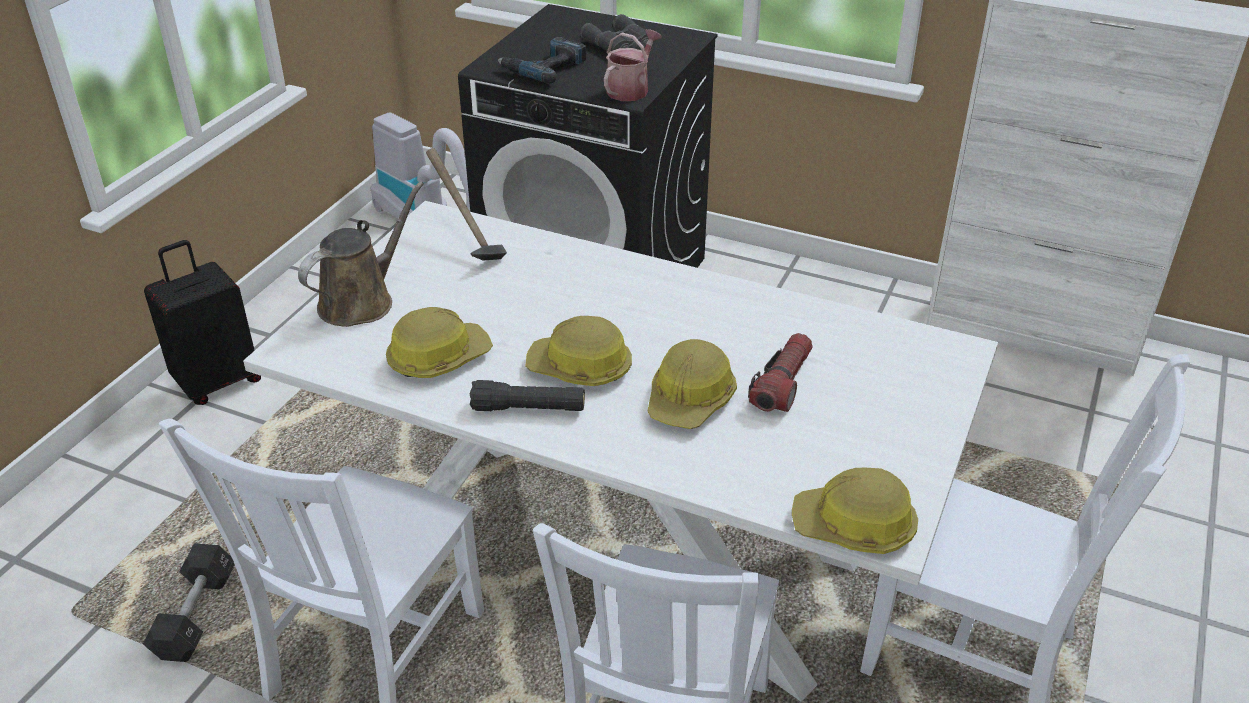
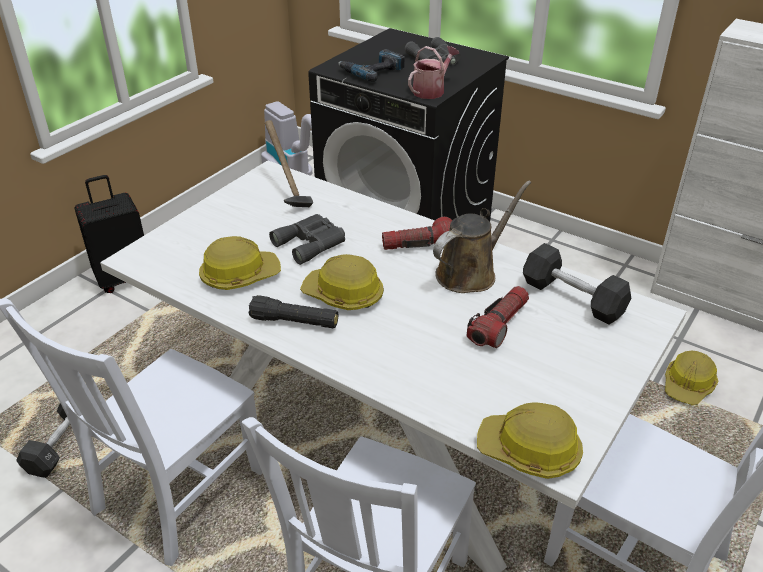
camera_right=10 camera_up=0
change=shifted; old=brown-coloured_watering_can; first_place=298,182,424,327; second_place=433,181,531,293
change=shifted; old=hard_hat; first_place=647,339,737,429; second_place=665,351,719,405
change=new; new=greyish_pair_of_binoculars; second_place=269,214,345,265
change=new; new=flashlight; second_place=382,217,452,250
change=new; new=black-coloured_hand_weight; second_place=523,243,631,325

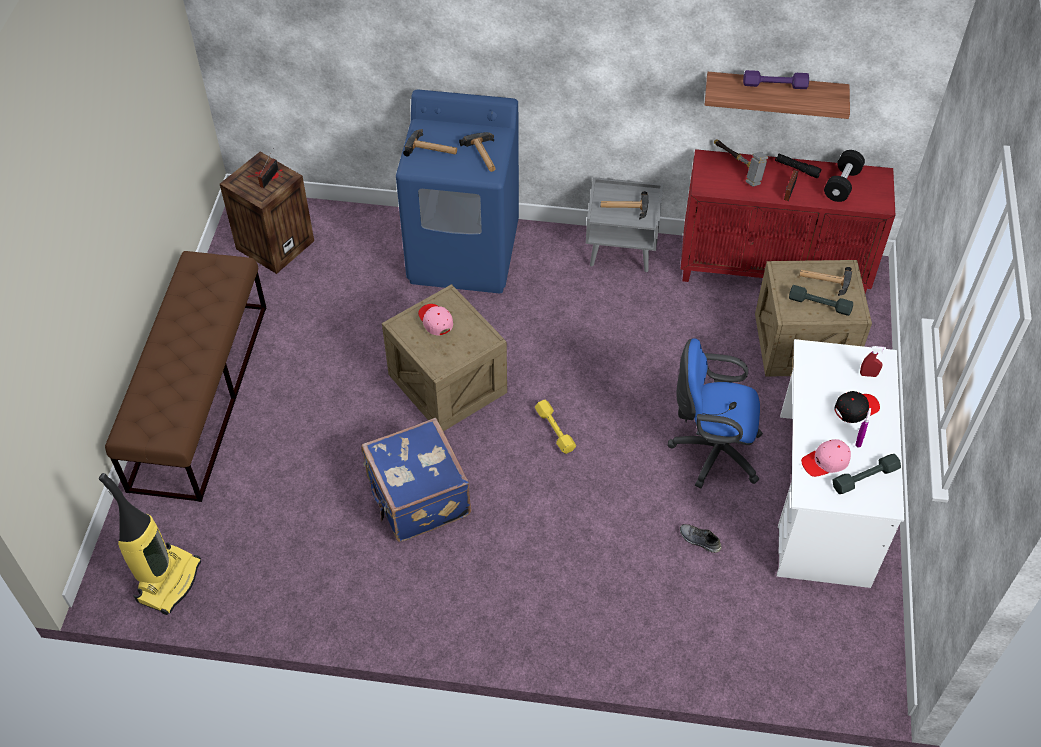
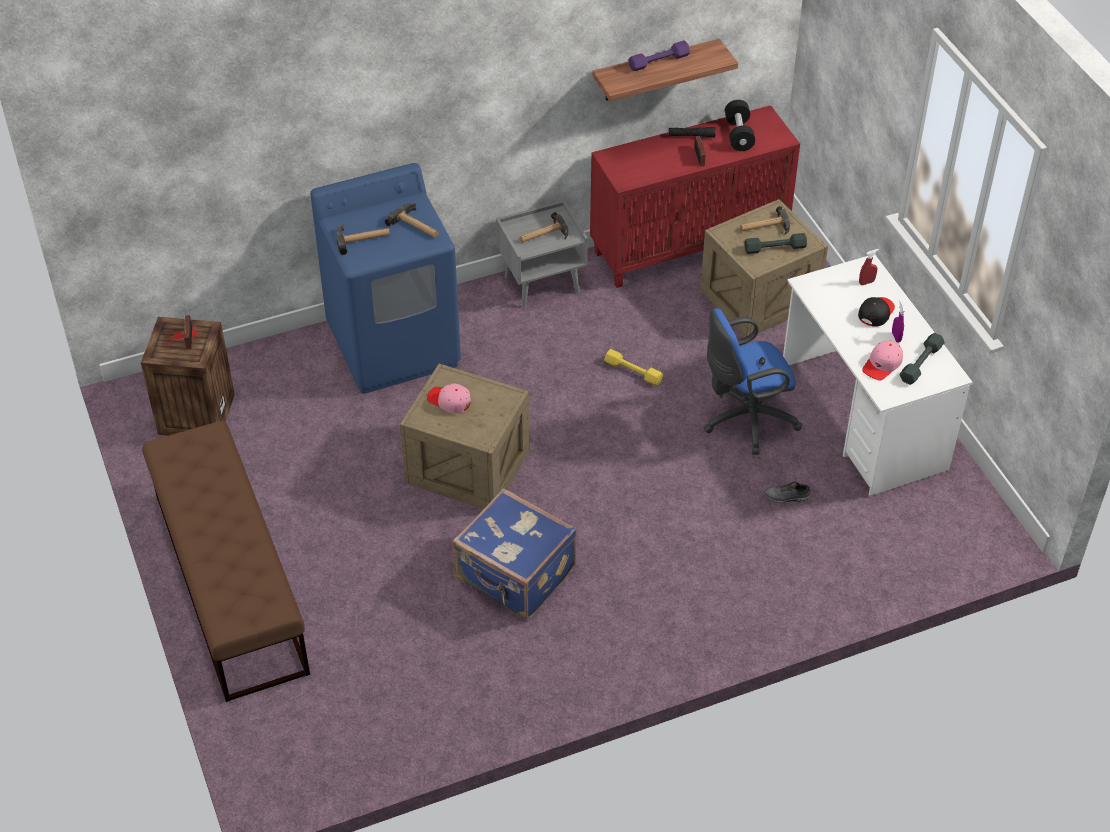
camera_right=-30 camera_up=-5
change=gone; old=hoover; first_place=99,473,201,615
change=shifted; old=yellow_hand_weight; first_place=535,400,576,454; second_place=604,349,663,386
change=gone; old=tool_hammer; first_place=714,139,768,187

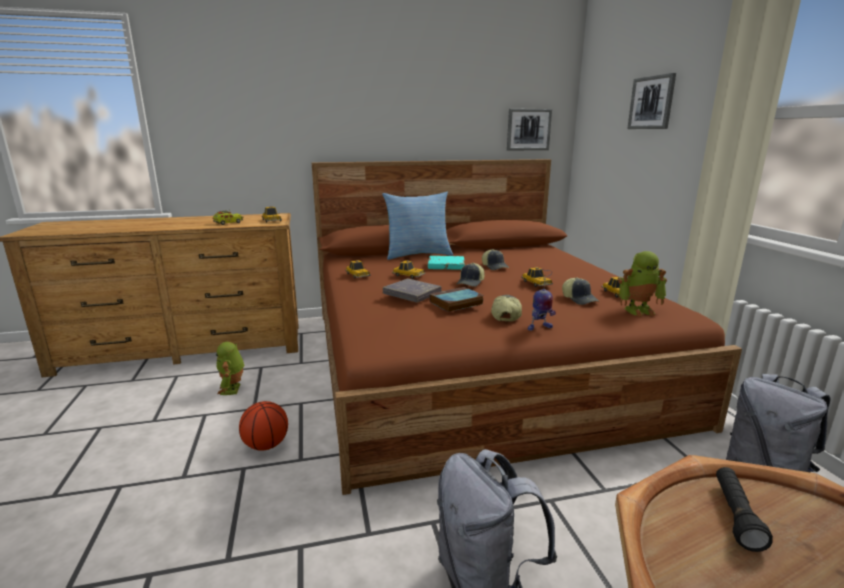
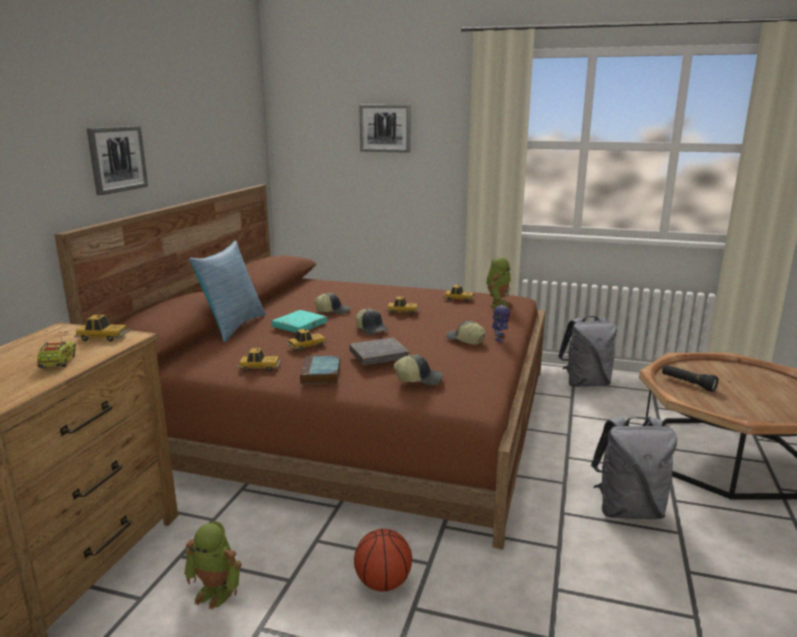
camera_right=-60 camera_up=0
change=shifted; old=book; first_place=430,287,484,312; second_place=300,356,341,384
change=shifted; old=picture; first_place=507,109,552,151; second_place=87,126,148,195
change=shifted; old=peaked_cap; first_place=562,277,599,305; second_place=394,355,444,385

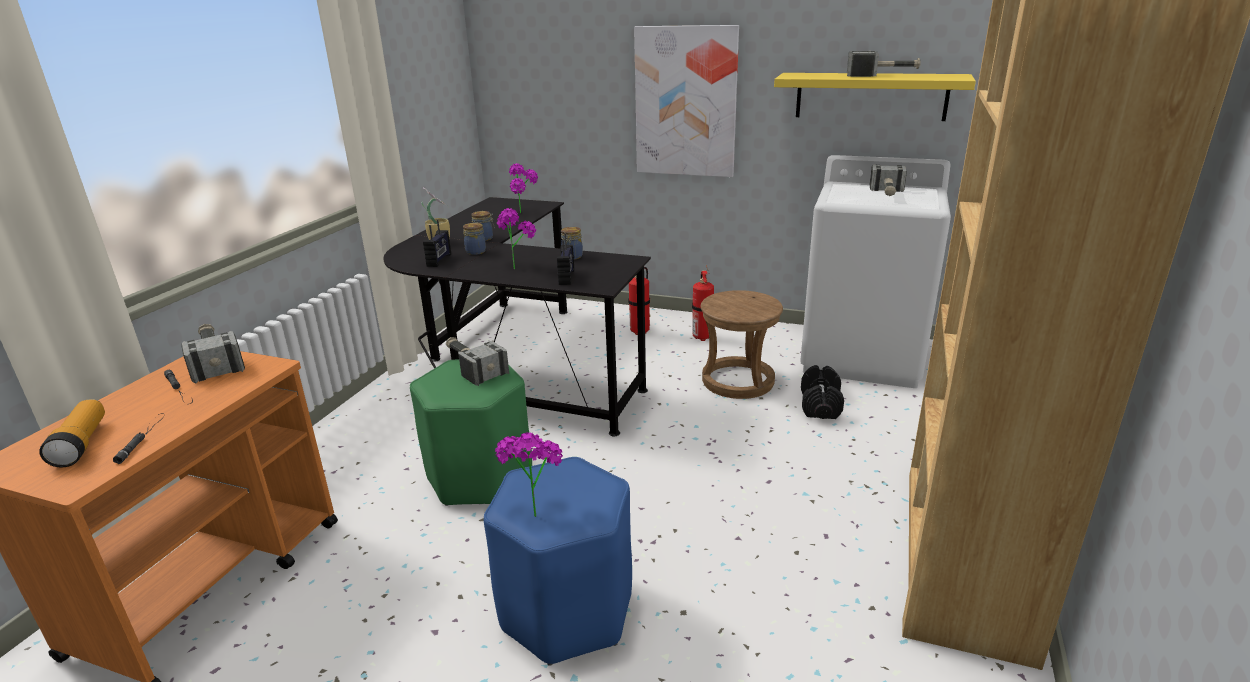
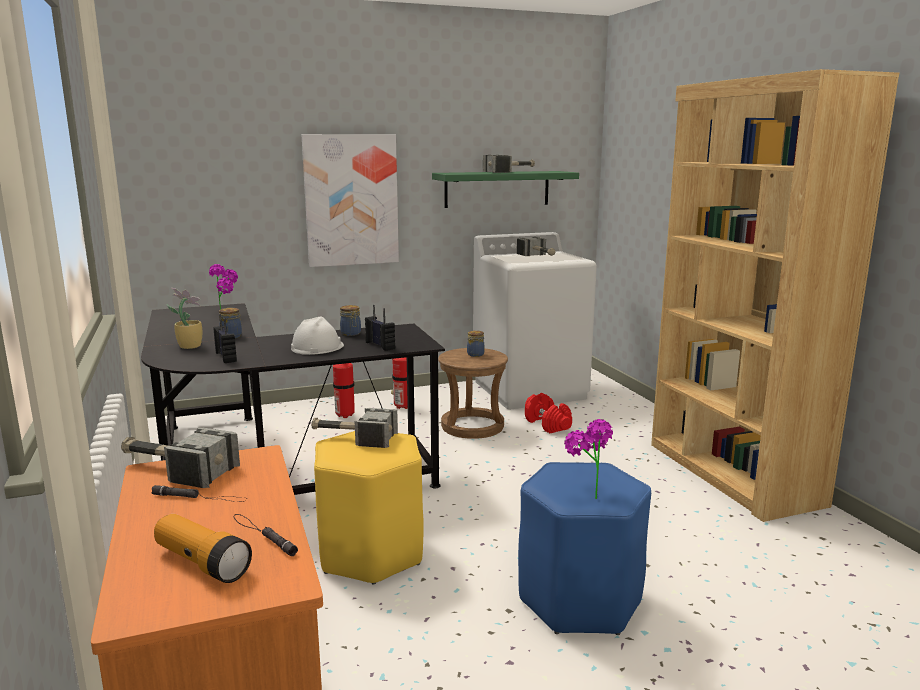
camera_right=-40 camera_up=-10
change=repainted; old=greenish_stool; new=yellow_stool; first_place=410,360,532,506; second_place=314,431,424,584
change=shifted; old=jar; first_place=463,223,486,255; second_place=467,330,485,357
change=swapped; old=potted_plant; new=white-coloured_hard_hat; first_place=497,208,536,269; second_place=291,316,344,355
change=repainted; old=yellow_bracket_shelf; new=greenish_bracket_shelf; first_place=774,73,976,121; second_place=432,171,579,208
change=repainted; old=black-coloured_hand_weight; new=reddish_hand_weight; first_place=801,365,844,419; second_place=525,393,572,433

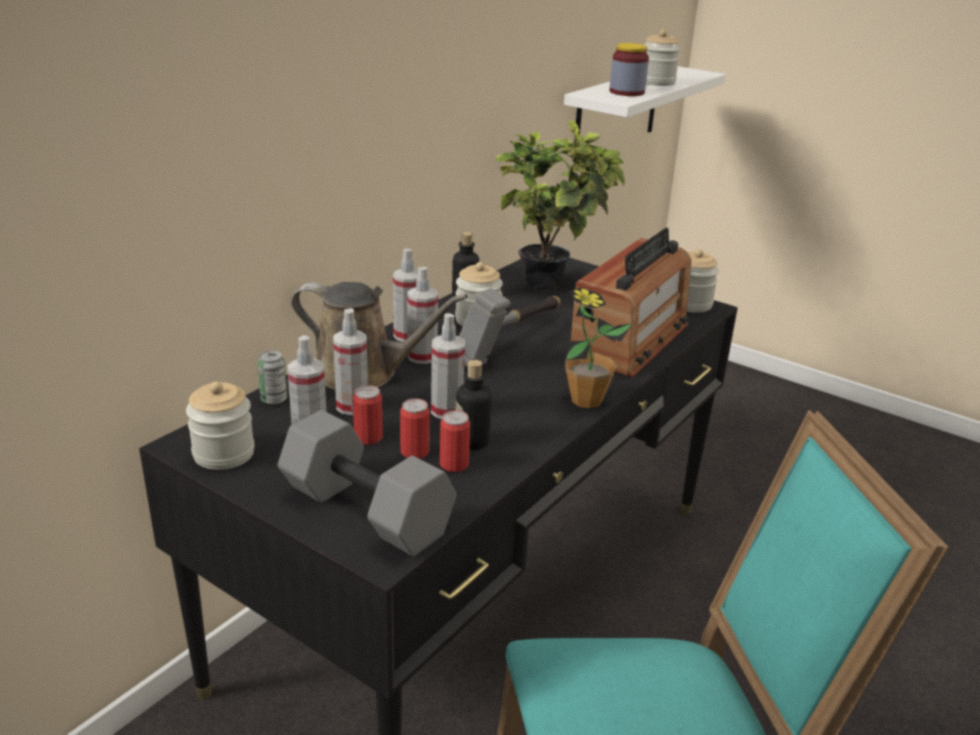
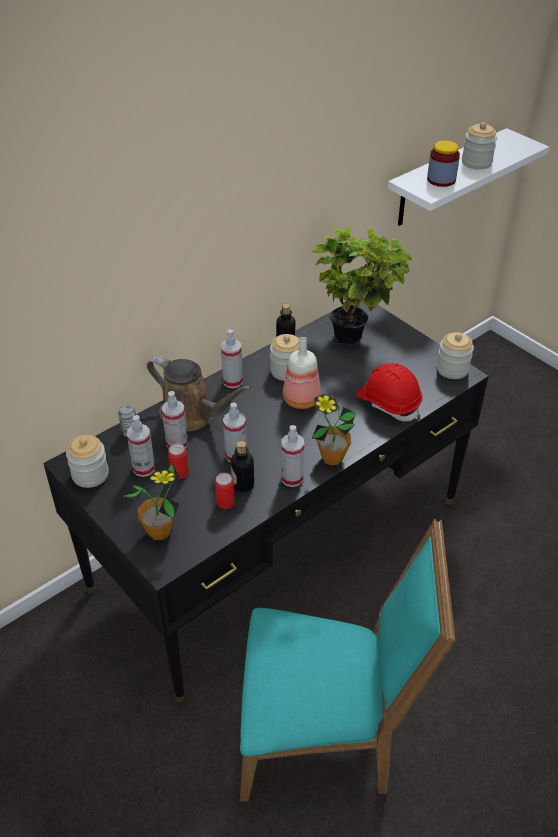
camera_right=15 camera_up=15
change=swapped; old=greyish_hand_weight; new=potted_plant; first_place=278,410,456,556; second_place=124,464,180,540
change=gone; old=can; first_place=400,399,430,459
change=shifted; old=hand_sprayer; first_place=407,267,438,364; second_place=281,425,304,487
change=swapped; old=tool_hammer; new=drink_bottle; first_place=459,288,561,367; second_place=283,337,321,409
change=swapped; old=radio_receiver; new=reddish_hard_hat; first_place=570,228,691,377; second_place=356,363,423,421

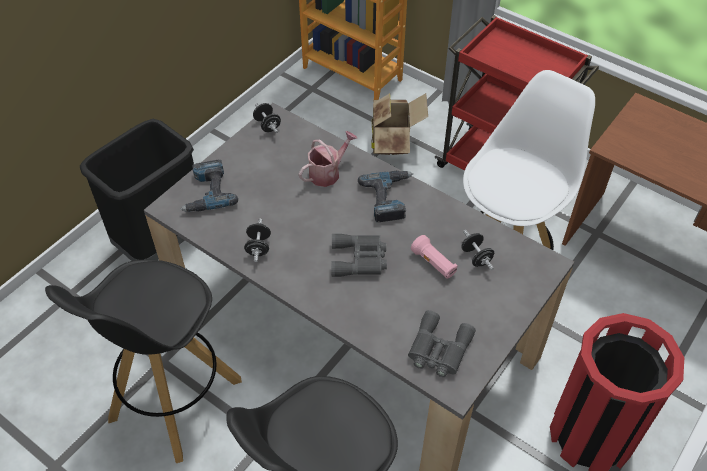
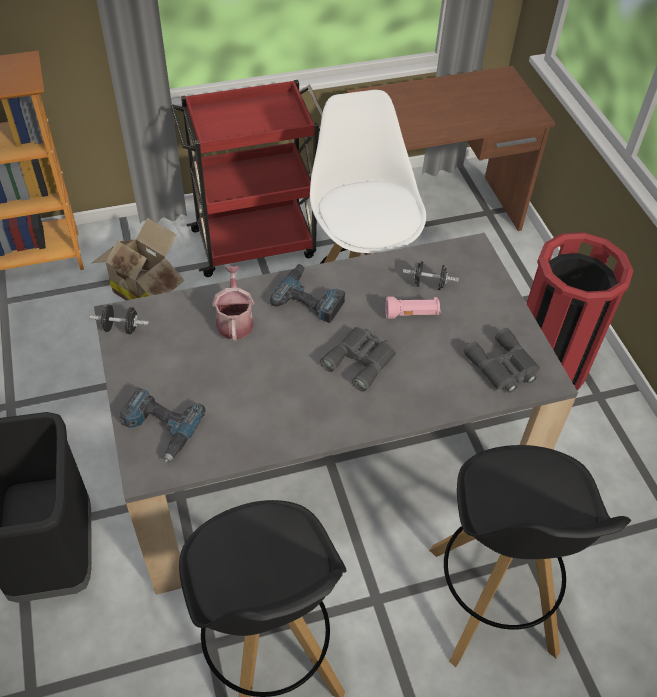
camera_right=-55 camera_up=0
change=gone; old=black-coloured_hand_weight; first_place=244,218,271,262

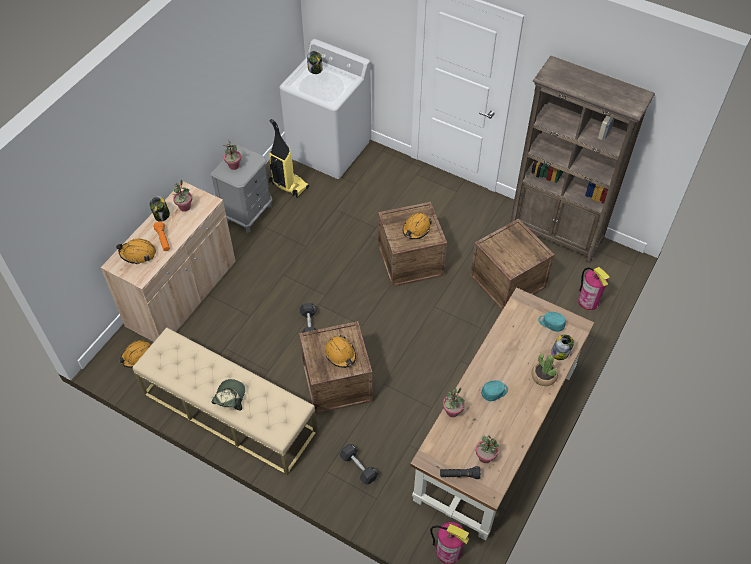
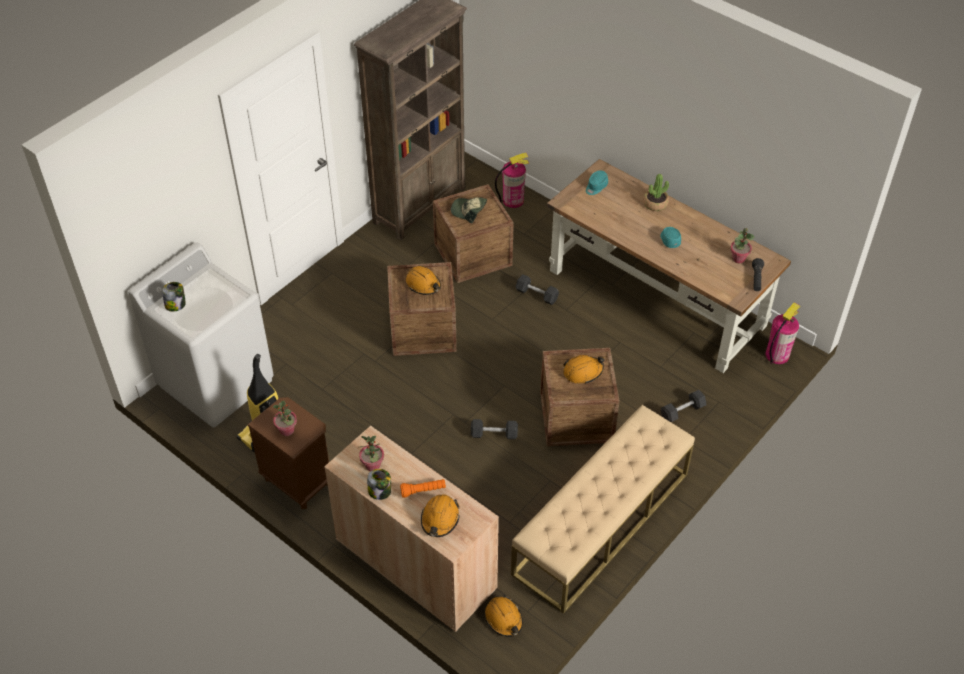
camera_right=-80 camera_up=-5
change=repainted; old=greyish_bedside_table; new=brown-coloured_bedside_table; first_place=210,145,272,233; second_place=247,397,329,509
change=shifted; old=peaked_cap; first_place=212,379,245,411; second_place=451,197,487,223
change=gone; old=potted_plant; first_place=443,387,464,417
change=gone; old=jar; first_place=551,335,574,360
change=new; new=black-coloured_hand_weight; second_place=516,274,559,305

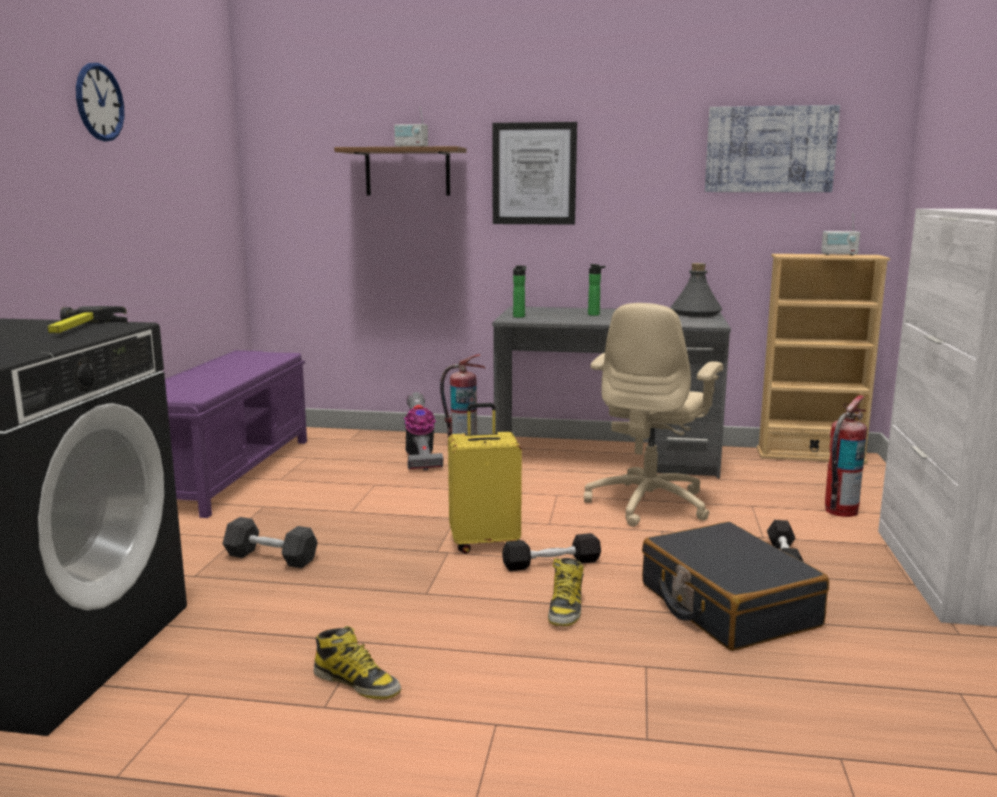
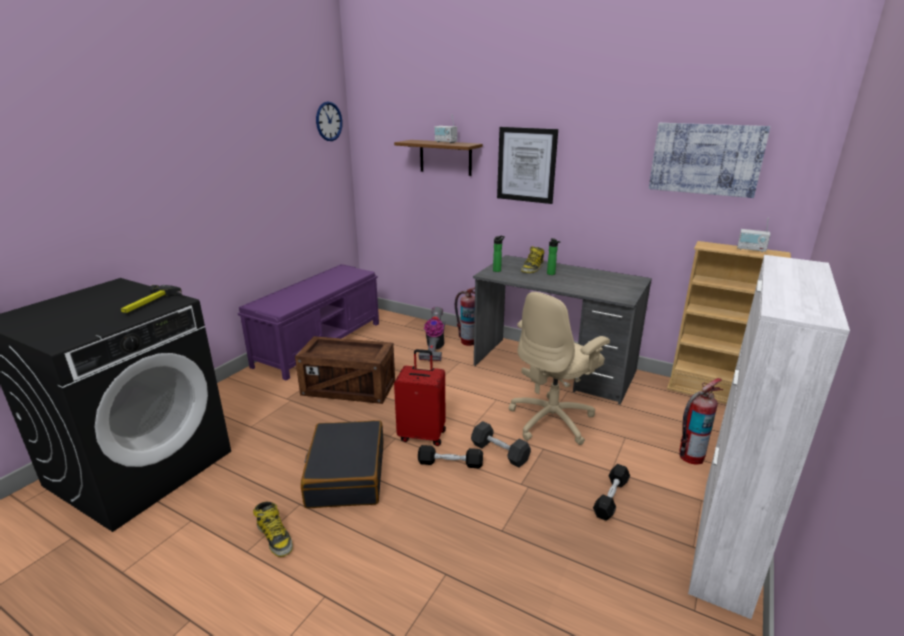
camera_right=20 camera_up=10
change=shifted; old=clock_on_the_wall; first_place=76,63,124,142; second_place=316,101,342,141
change=shifted; old=black-coloured_hand_weight; first_place=223,517,317,568; second_place=471,421,531,467
change=repainted; old=yellow_suitcase; new=reddish_suitcase; first_place=448,403,522,554; second_place=394,349,446,446
change=shifted; old=boot; first_place=548,558,584,626; second_place=521,246,544,273
change=shifted; old=black-coloured_suitcase; first_place=642,522,829,651; second_place=301,420,383,508
change=gone; old=greyish_drink_bottle; first_place=670,263,722,317
change=new; new=crate; second_place=295,336,395,404

